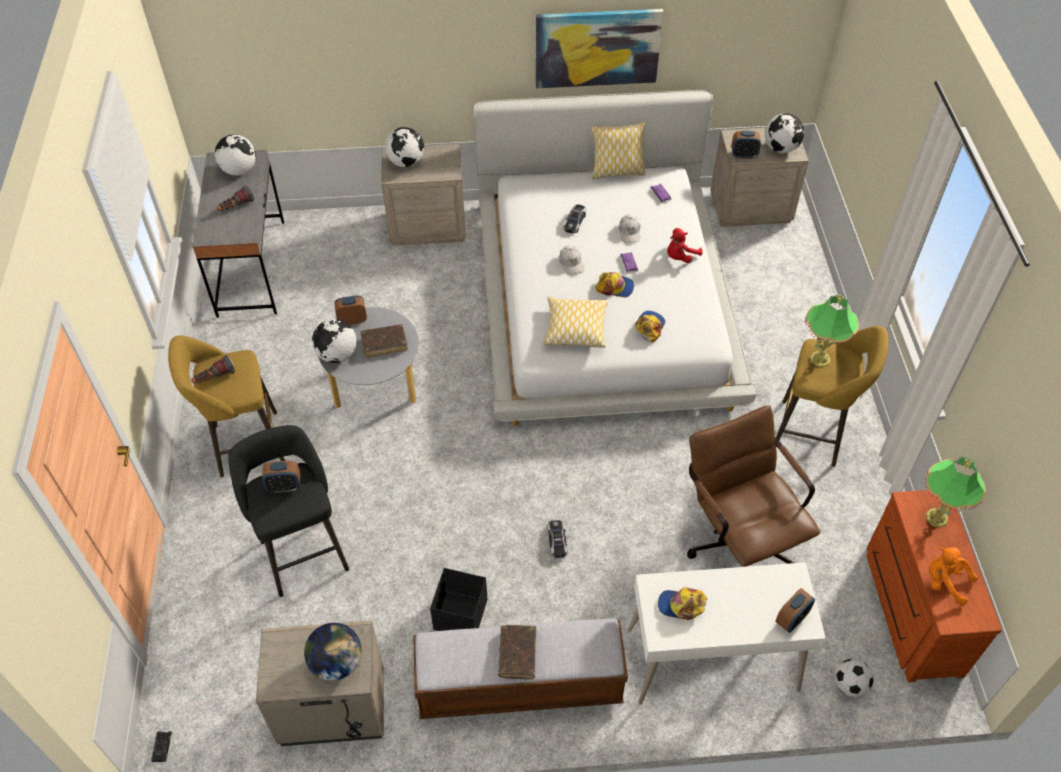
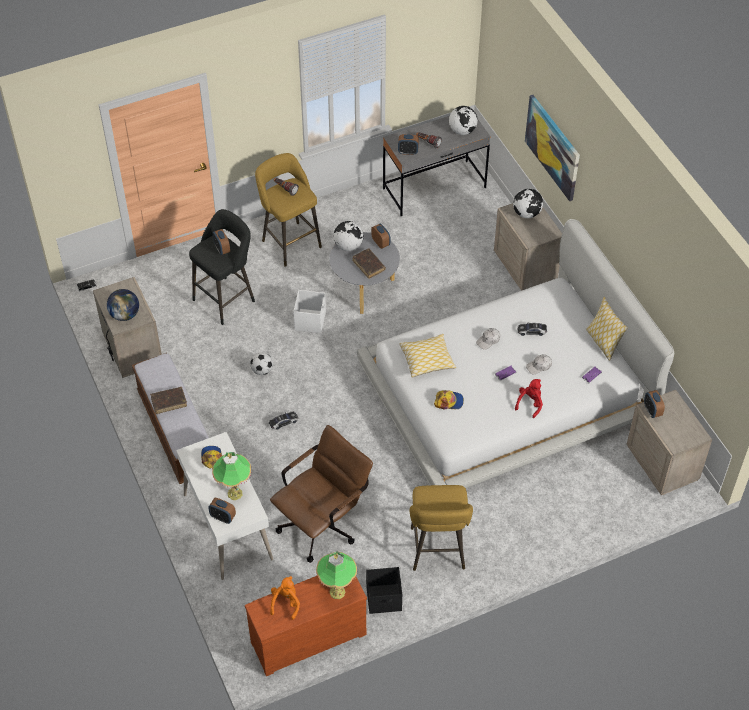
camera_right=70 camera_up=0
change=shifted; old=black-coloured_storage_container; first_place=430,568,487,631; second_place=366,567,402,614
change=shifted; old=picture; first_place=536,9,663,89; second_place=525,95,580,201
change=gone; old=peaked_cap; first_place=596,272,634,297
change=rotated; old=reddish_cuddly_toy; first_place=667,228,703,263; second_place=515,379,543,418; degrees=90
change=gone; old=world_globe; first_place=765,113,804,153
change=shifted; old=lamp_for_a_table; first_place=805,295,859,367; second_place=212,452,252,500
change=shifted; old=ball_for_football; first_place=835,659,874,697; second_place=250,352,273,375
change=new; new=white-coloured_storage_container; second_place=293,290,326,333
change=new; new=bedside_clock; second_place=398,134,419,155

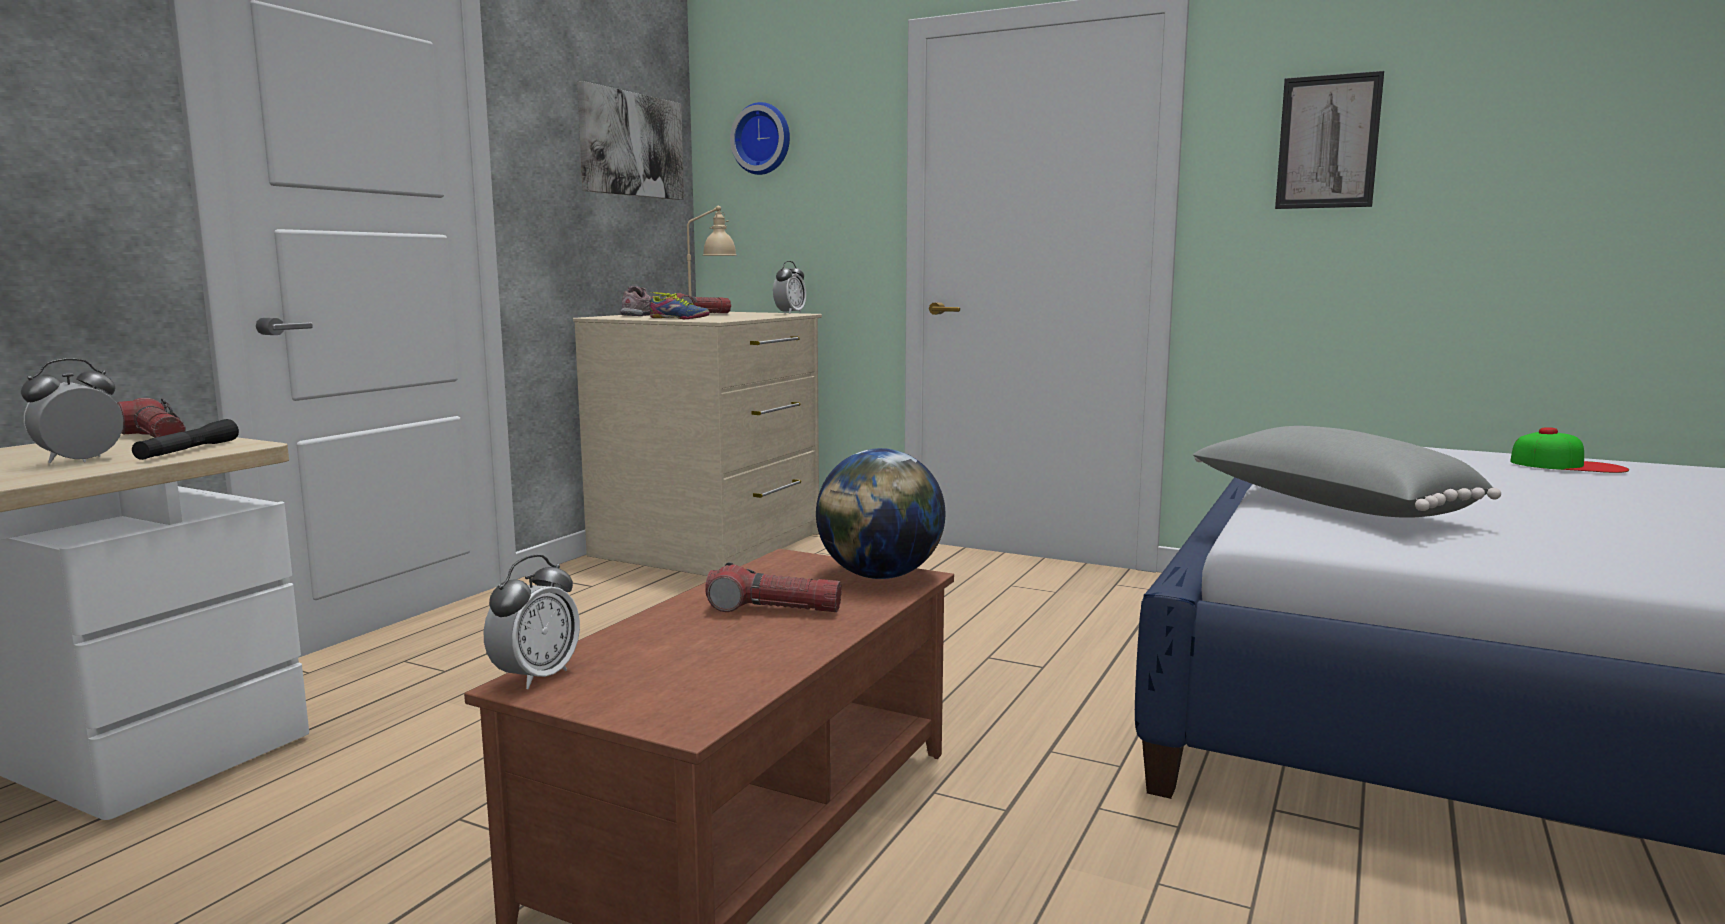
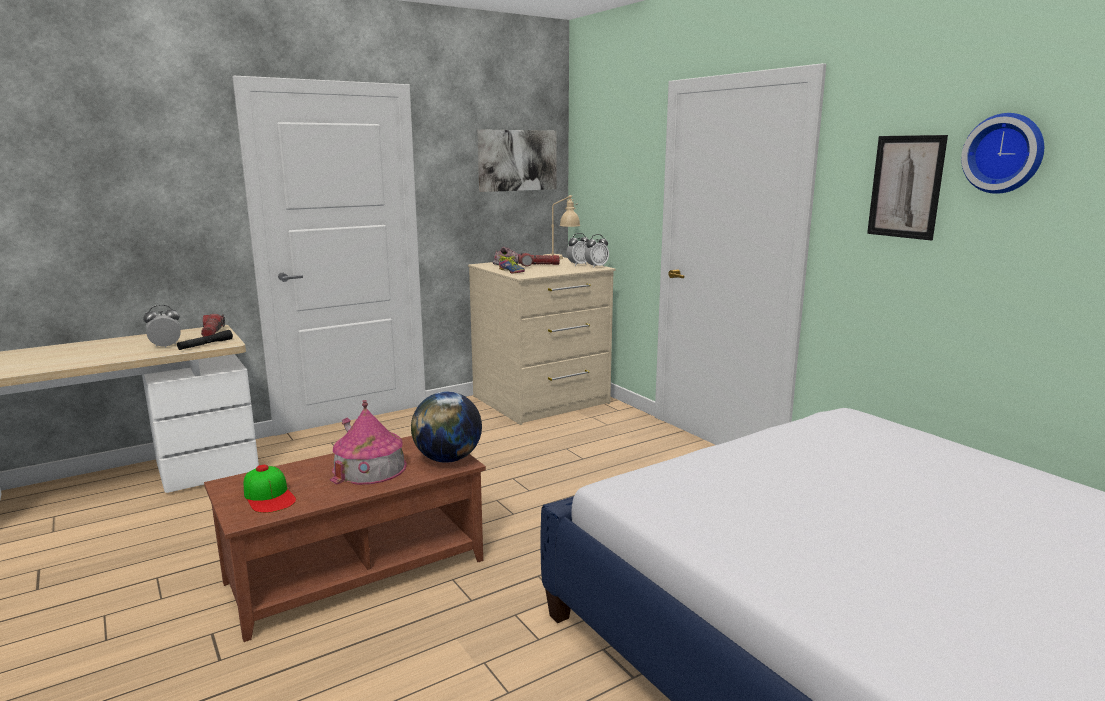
camera_right=30 camera_up=5
change=shifted; old=bedside_clock; first_place=484,554,580,689; second_place=567,233,589,266
change=swapped; old=flashlight; new=toy_house; first_place=705,562,842,612; second_place=330,400,407,485
change=shifted; old=clock_on_the_wall; first_place=730,102,790,175; second_place=961,113,1044,194
change=gone; old=greyish_throw_pillow; first_place=1193,426,1501,518
change=shifted; old=peaked_cap; first_place=1510,427,1629,473; second_place=244,465,296,513

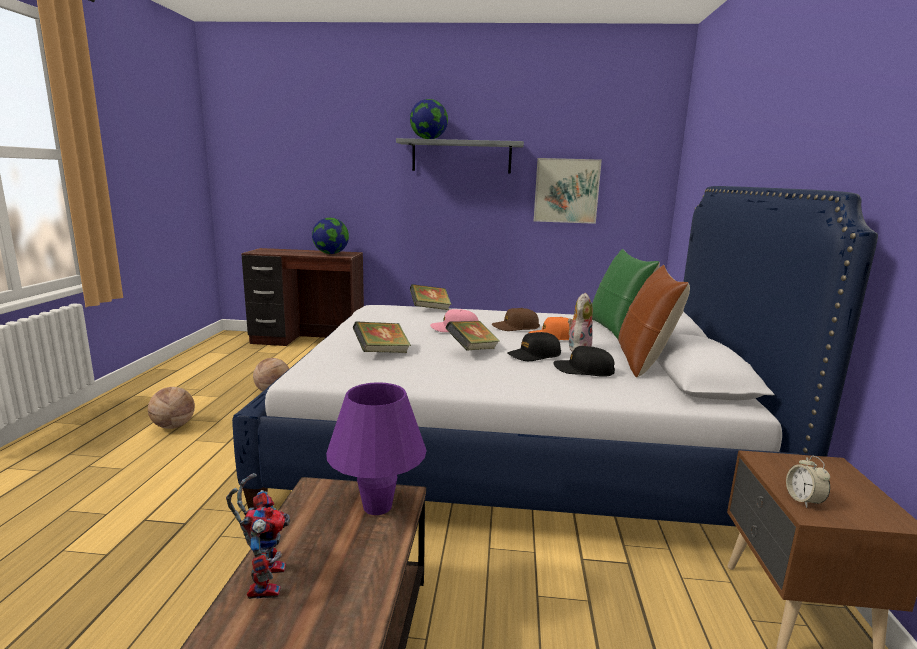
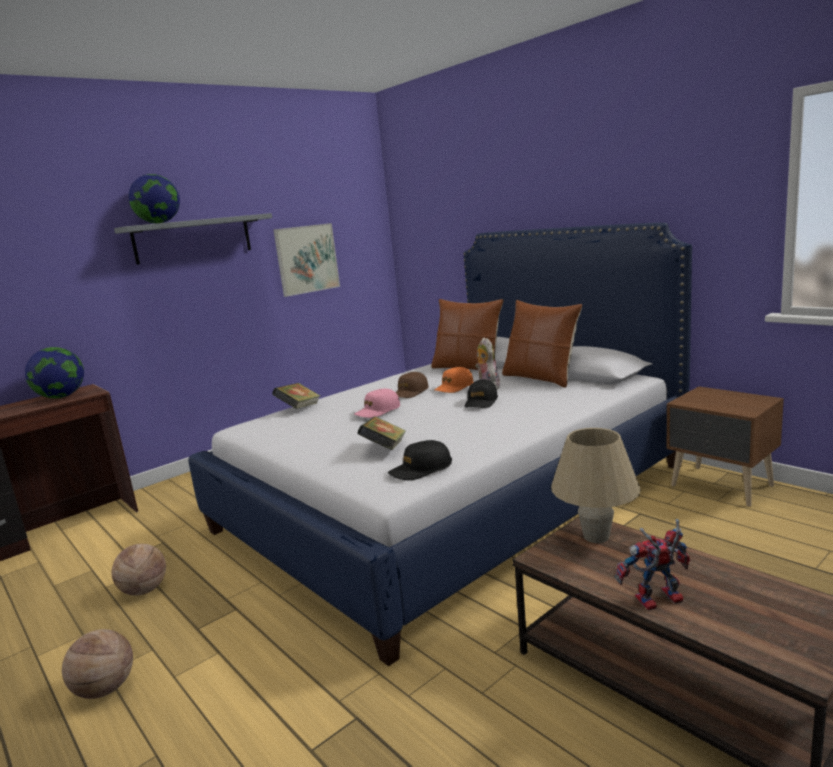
camera_right=-45 camera_up=0
change=rotated; old=robot_figure; first_place=226,473,290,599; second_place=615,519,690,610; degrees=-45
change=repainted; old=purplish_lamp_for_a_table; new=sand-coloured_lamp_for_a_table; first_place=326,382,427,515; second_place=551,428,641,543
change=gone; old=book; first_place=445,321,500,350
change=shifted; old=black-coloured_peaked_cap; first_place=553,346,615,377; second_place=388,440,452,480
change=repainted; old=greenish_throw_pillow; new=brown-coloured_throw_pillow; first_place=592,249,660,339; second_place=431,299,504,370
change=gone; old=bedside_clock; first_place=786,456,830,508

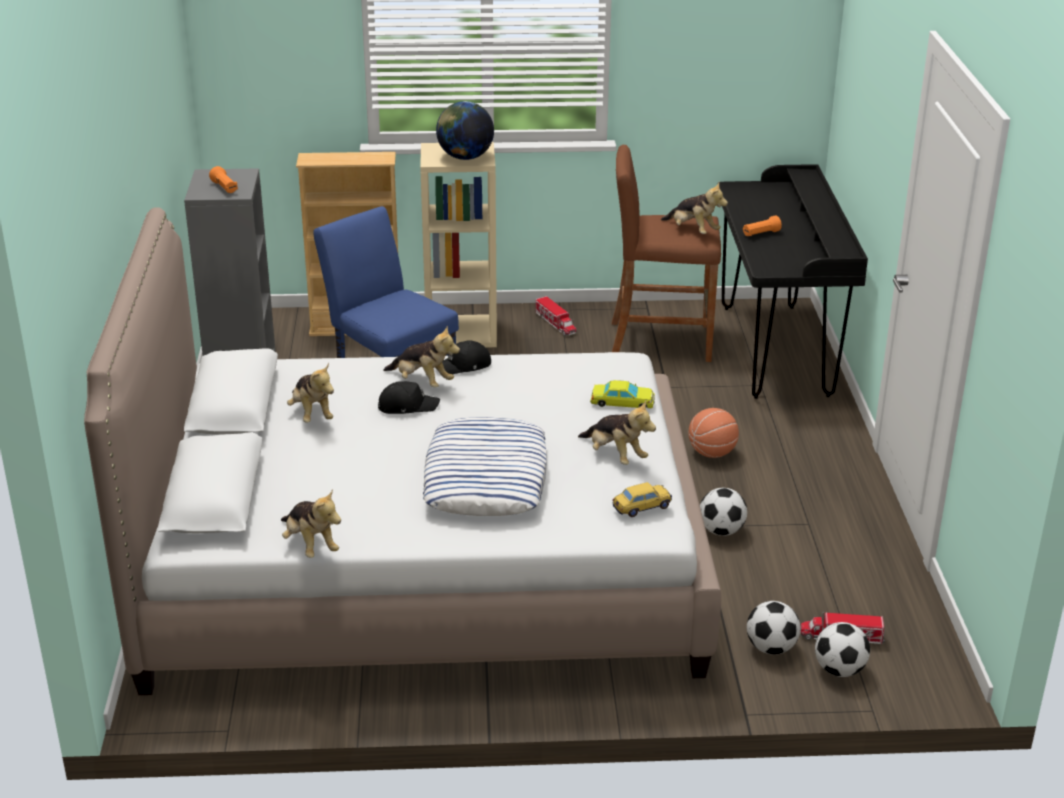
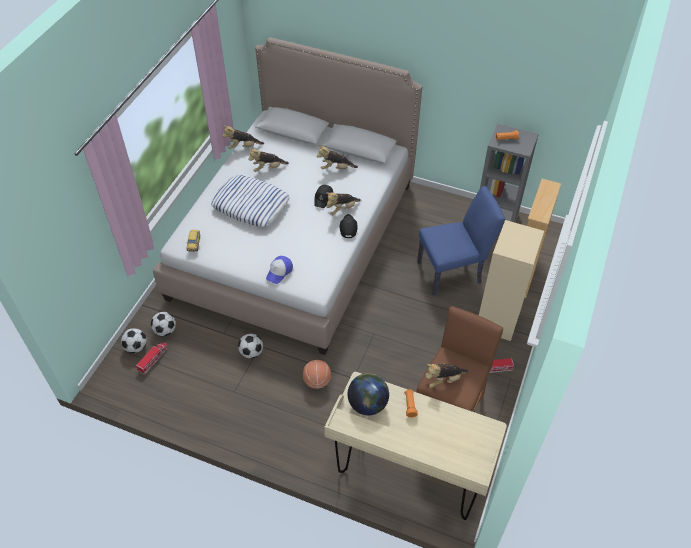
camera_right=115 camera_up=20
change=shifted; old=world_globe; first_place=436,101,494,160; second_place=348,373,389,415
change=shifted; old=cuddly_toy; first_place=578,400,656,465; second_place=249,148,289,172
change=swapped; old=yellow_toy_car; new=peaked_cap; first_place=590,380,655,408; second_place=266,256,293,284
change=repainted; old=black-coloured_desk_unit; new=sand-coloured_desk_unit; first_place=719,164,868,399; second_place=325,372,507,520

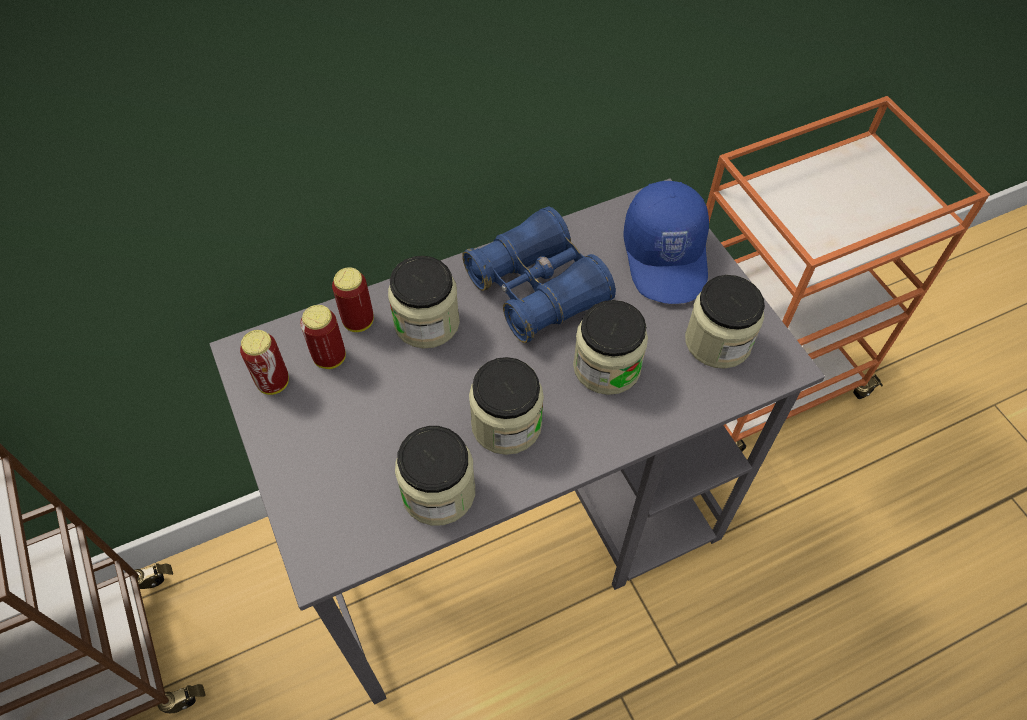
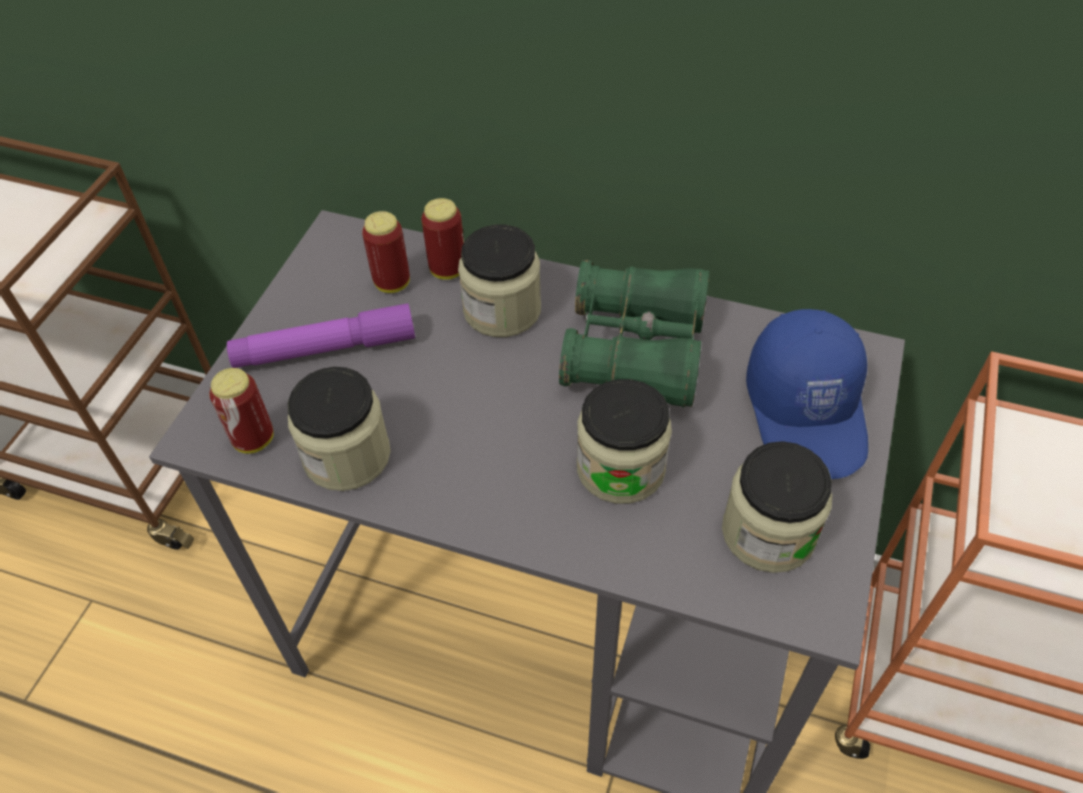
camera_right=45 camera_up=-5
change=shifted; old=can; first_place=240,330,289,395; second_place=209,368,274,454
change=repainted; old=bluish_pair_of_binoculars; new=greenish_pair_of_binoculars; first_place=462,207,616,343; second_place=559,260,709,407
change=gone; old=jar; first_place=469,357,544,455
change=rotated; old=bluish_peaked_cap; first_place=624,181,709,304; second_place=746,309,868,479; degrees=-45
change=new; new=purplish_flashlight; second_place=227,303,415,368

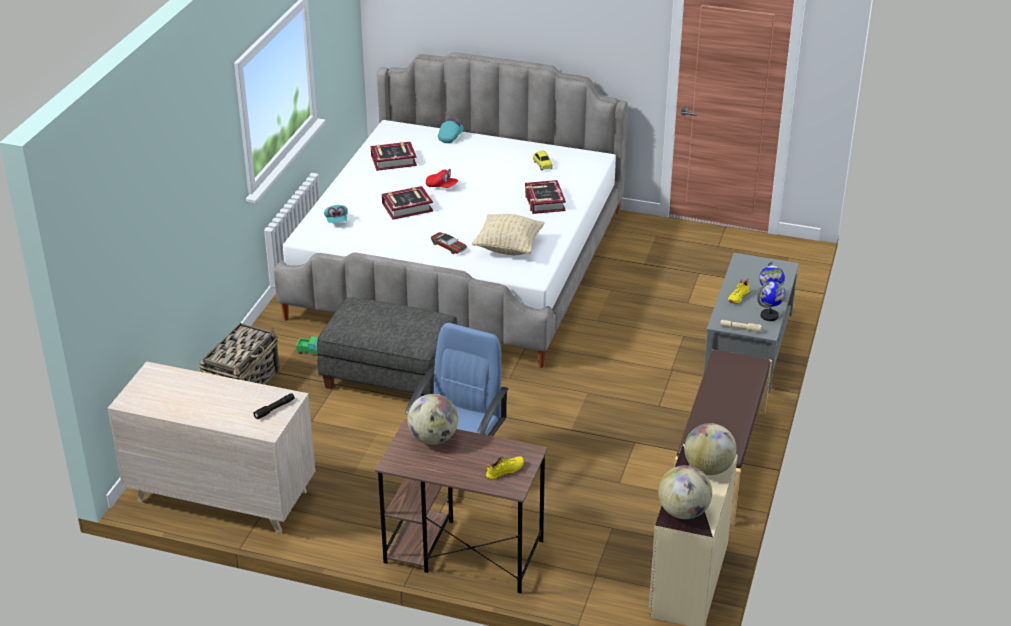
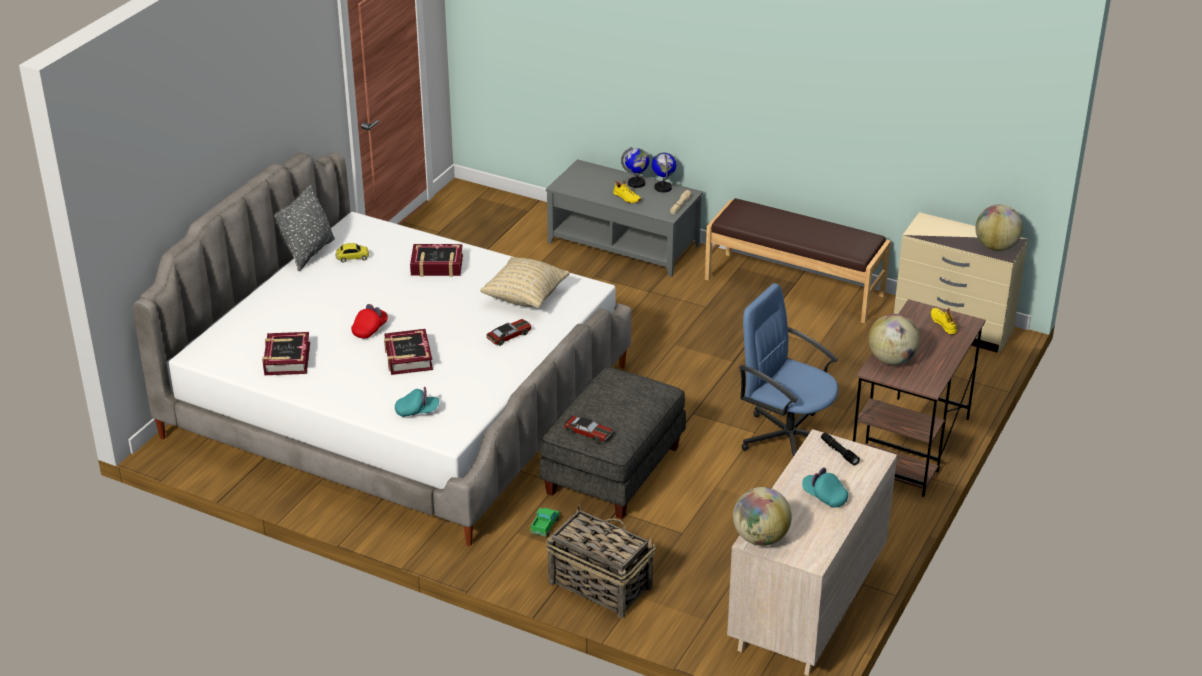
camera_right=-80 camera_up=0
change=shifted; old=turquoise-coloured_peaked_cap; first_place=438,117,464,143; second_place=802,467,848,508
change=shifted; old=world_globe; first_place=684,423,737,475; second_place=733,487,792,546
change=new; new=greyish_throw_pillow; second_place=275,185,335,271
change=new; new=toy_car; second_place=564,416,613,442

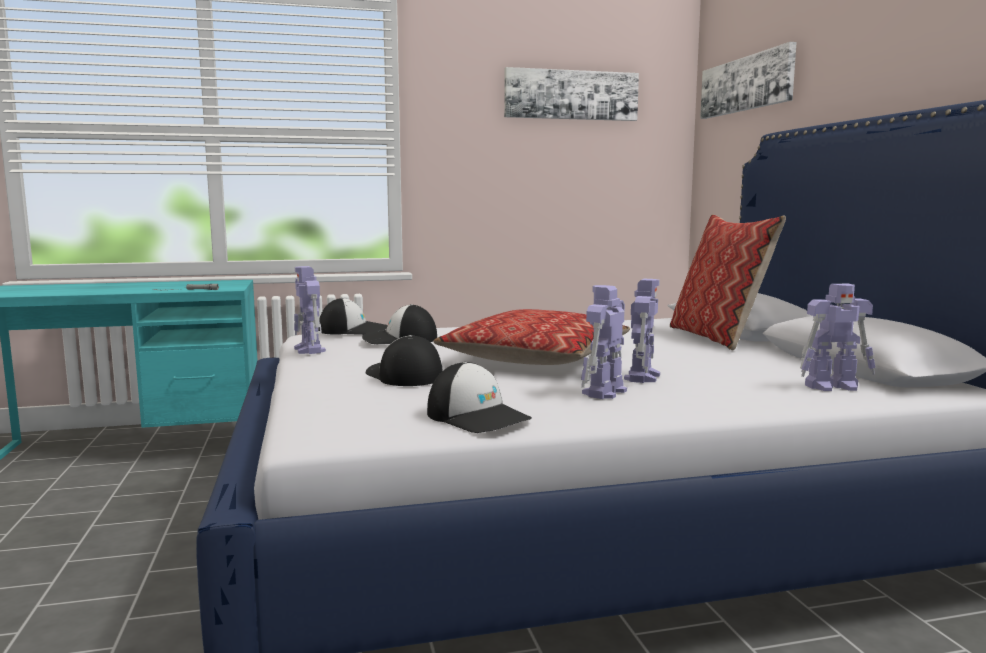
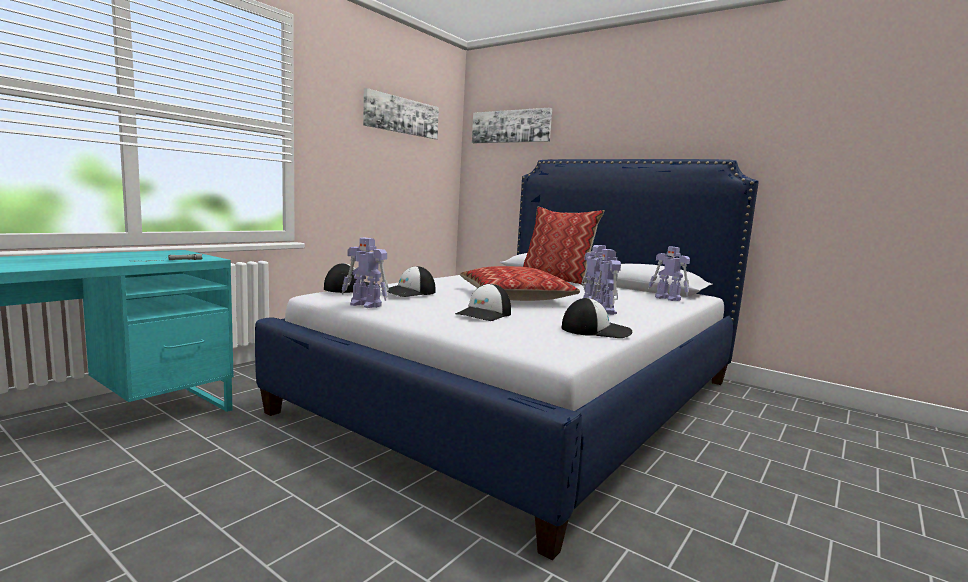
camera_right=-40 camera_up=0
change=rotated; old=peaked_cap; first_place=366,335,443,386; second_place=455,283,511,321; degrees=-75
change=rotated; old=robot_figure; first_place=800,284,876,391; second_place=648,246,690,301; degrees=90

